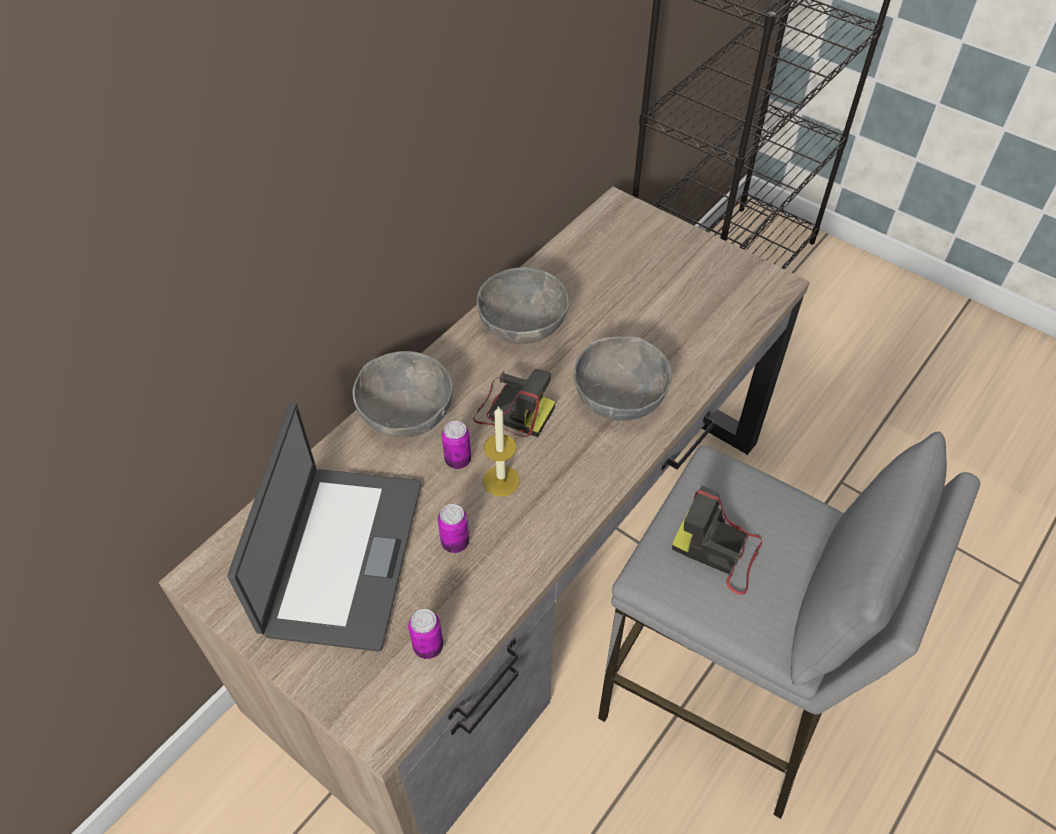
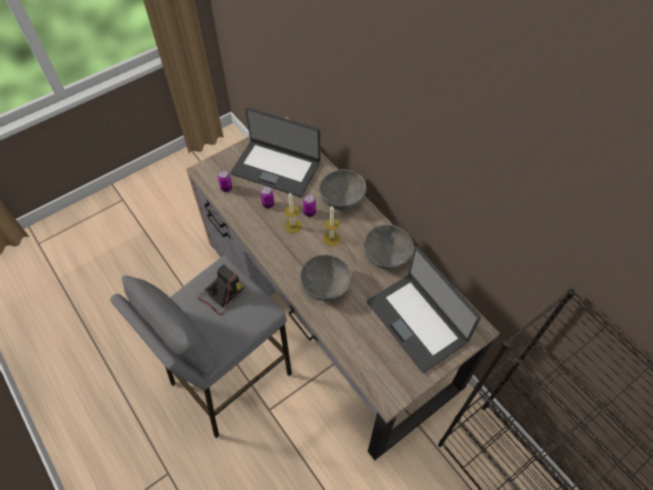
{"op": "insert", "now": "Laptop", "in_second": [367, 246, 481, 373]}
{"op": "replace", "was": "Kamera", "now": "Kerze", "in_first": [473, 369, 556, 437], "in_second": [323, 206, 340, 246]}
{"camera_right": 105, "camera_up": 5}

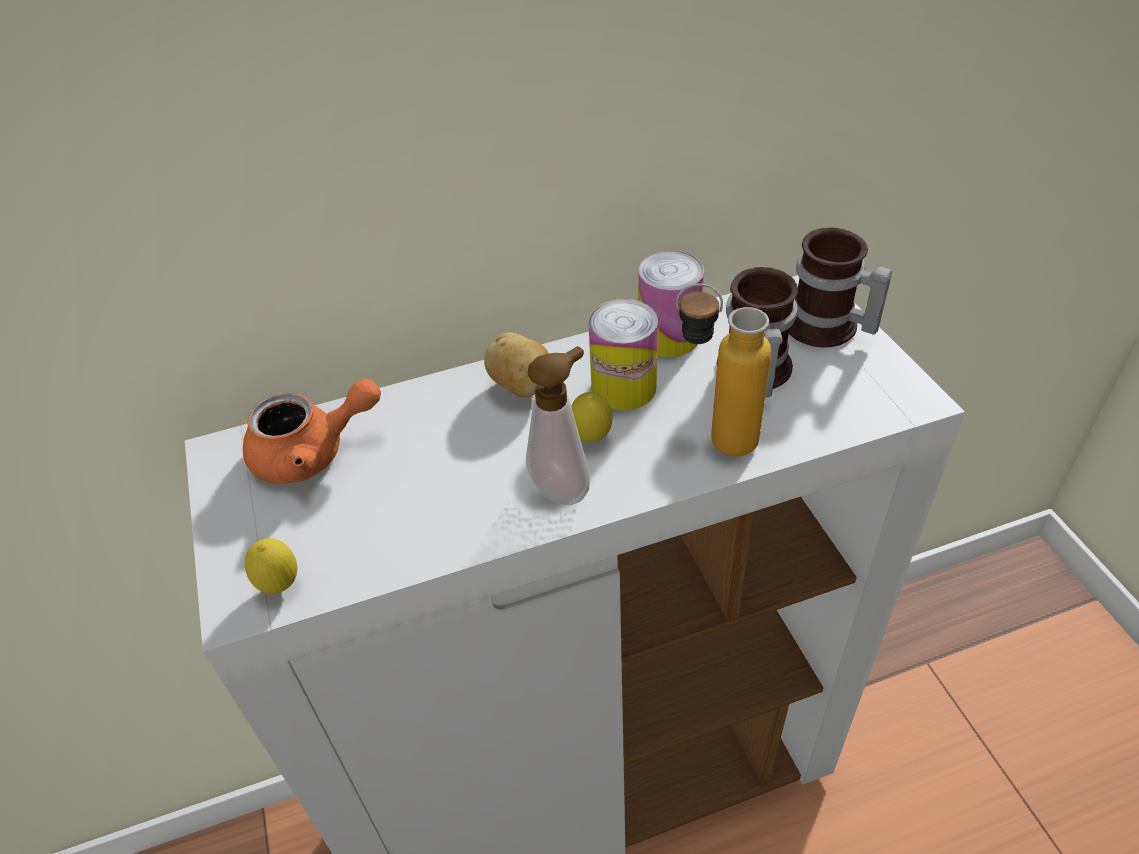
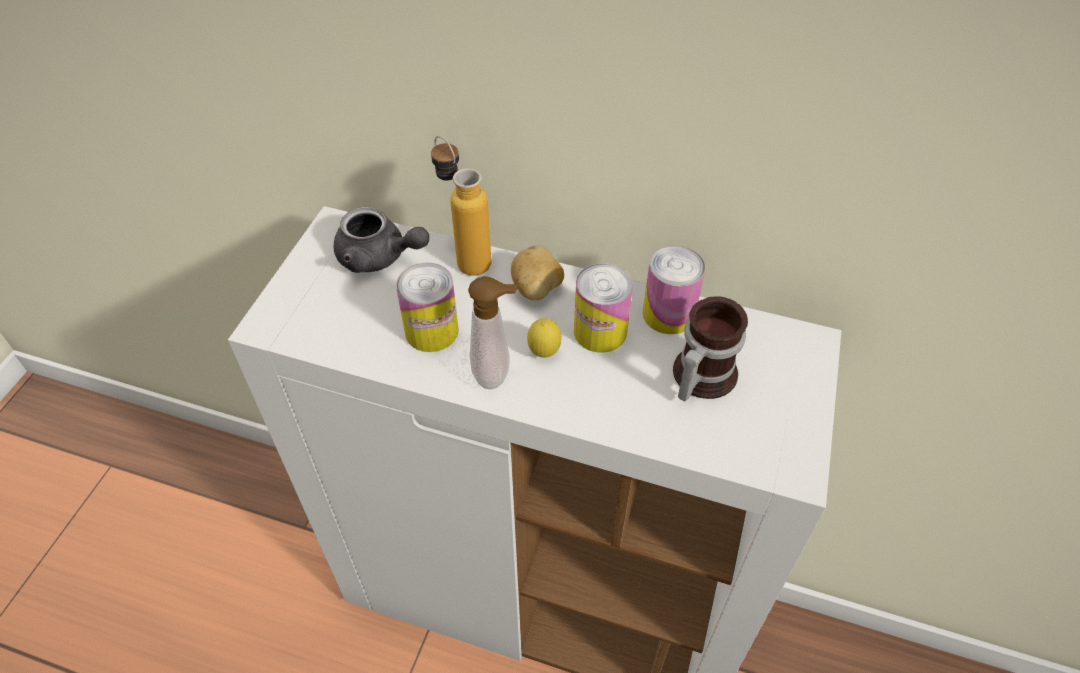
{"op": "delete", "was": "Zitrone", "in_first": [245, 538, 297, 594]}
{"op": "delete", "was": "Henkelbecher", "in_first": [789, 227, 892, 348]}
{"op": "insert", "now": "Dose", "in_second": [396, 262, 459, 352]}
{"op": "move", "was": "Flasche", "in_first": [676, 283, 771, 456], "in_second": [431, 136, 491, 276]}
{"op": "recolor", "was": "Teekanne [orange]", "now": "Teekanne [grau]", "in_first": [243, 379, 381, 484], "in_second": [334, 207, 430, 273]}
{"camera_right": 35, "camera_up": 5}

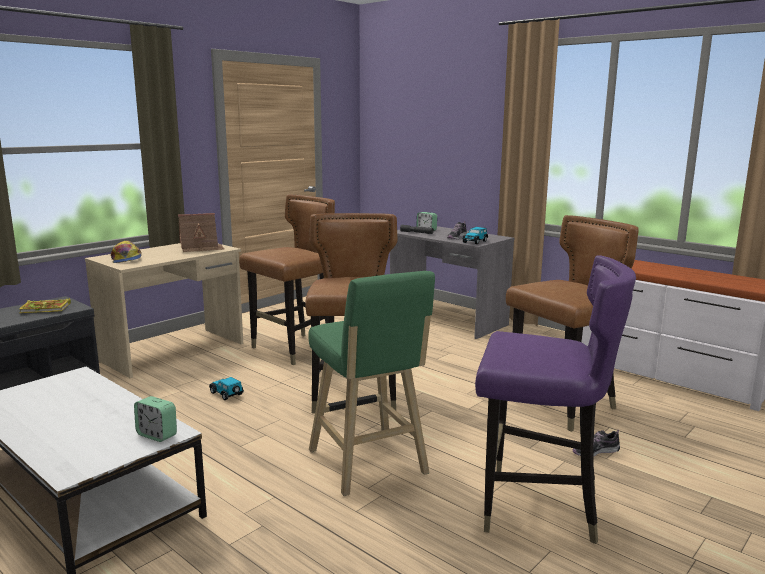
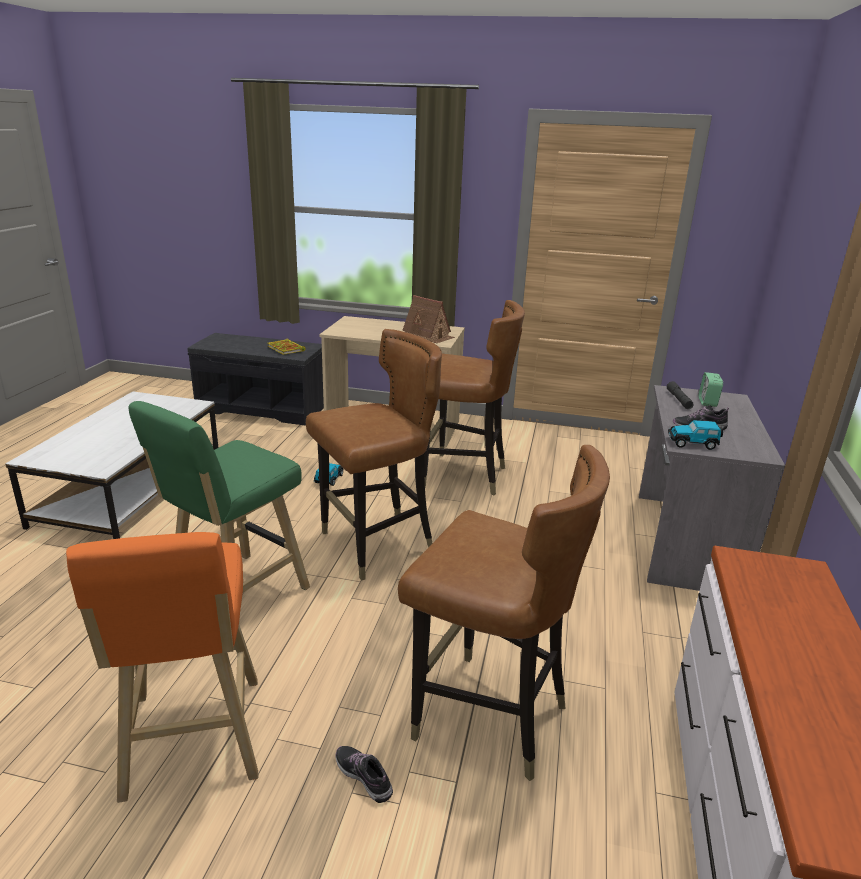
{"op": "delete", "was": "Kappe", "in_first": [111, 241, 142, 263]}
{"op": "delete", "was": "Wecker", "in_first": [134, 396, 177, 442]}
{"op": "replace", "was": "Stuhl [lila]", "now": "Hocker [orange]", "in_first": [475, 255, 636, 544], "in_second": [66, 532, 258, 803]}
{"camera_right": 60, "camera_up": 10}

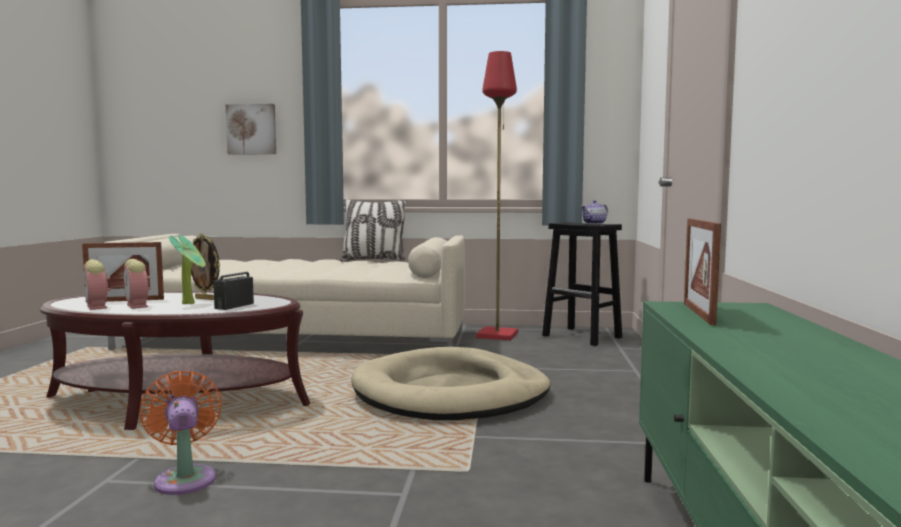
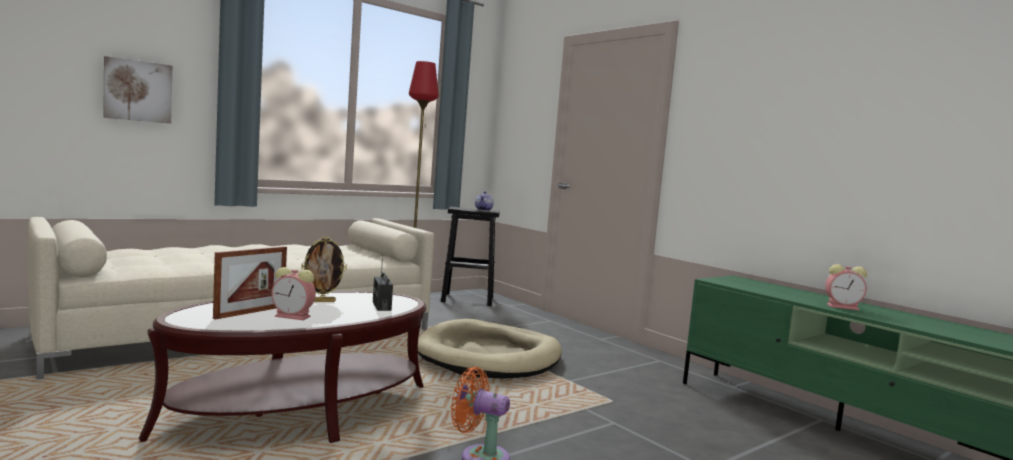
{"op": "delete", "was": "Topfpflanze", "in_first": [169, 235, 206, 304]}
{"op": "delete", "was": "Kissen", "in_first": [340, 199, 407, 261]}
{"op": "delete", "was": "Bilderrahmen", "in_first": [684, 218, 721, 325]}
{"op": "move", "was": "Wecker", "in_first": [84, 259, 111, 310], "in_second": [825, 264, 867, 310]}
{"camera_right": -45, "camera_up": 0}

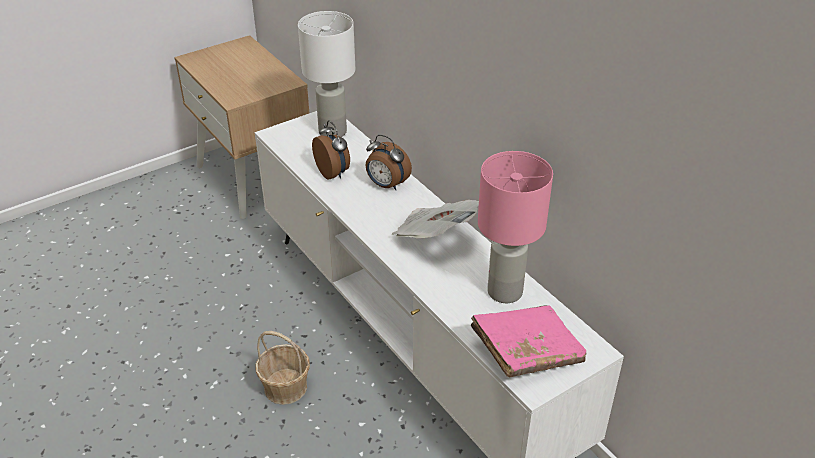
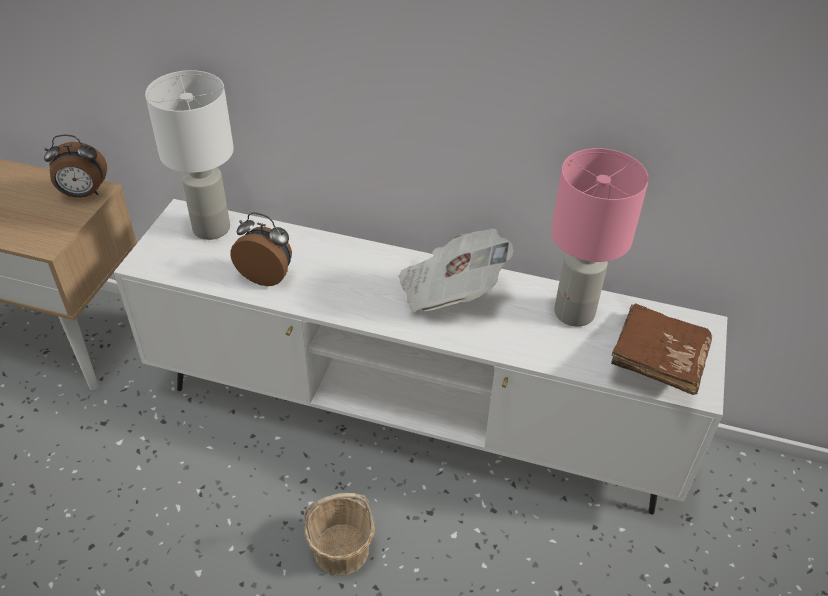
{"op": "move", "was": "Wecker", "in_first": [366, 135, 412, 190], "in_second": [44, 135, 107, 198]}
{"op": "recolor", "was": "Buch [rosa]", "now": "Buch [braun]", "in_first": [471, 305, 586, 377], "in_second": [611, 303, 712, 395]}
{"camera_right": -40, "camera_up": 5}

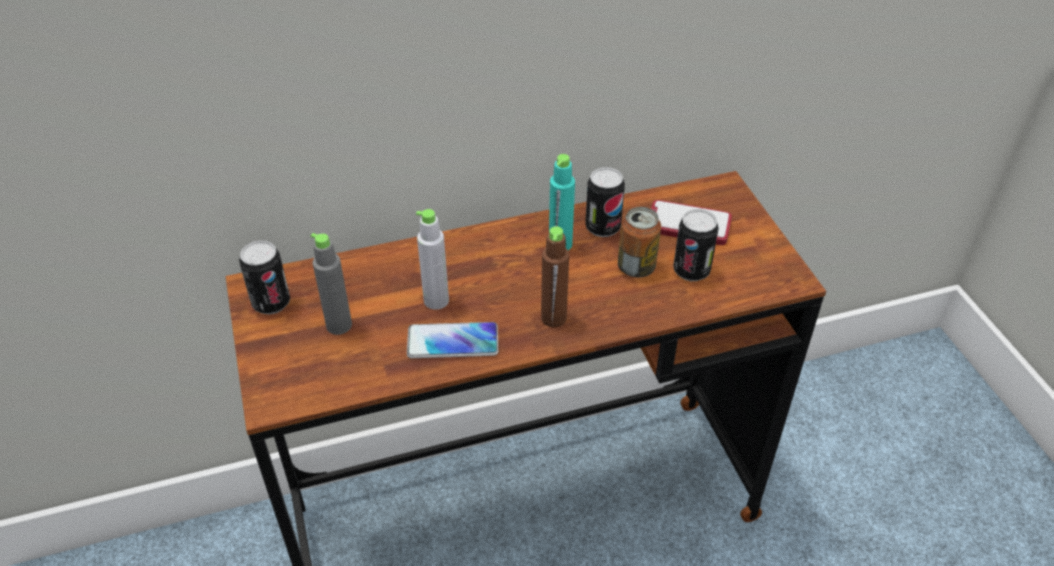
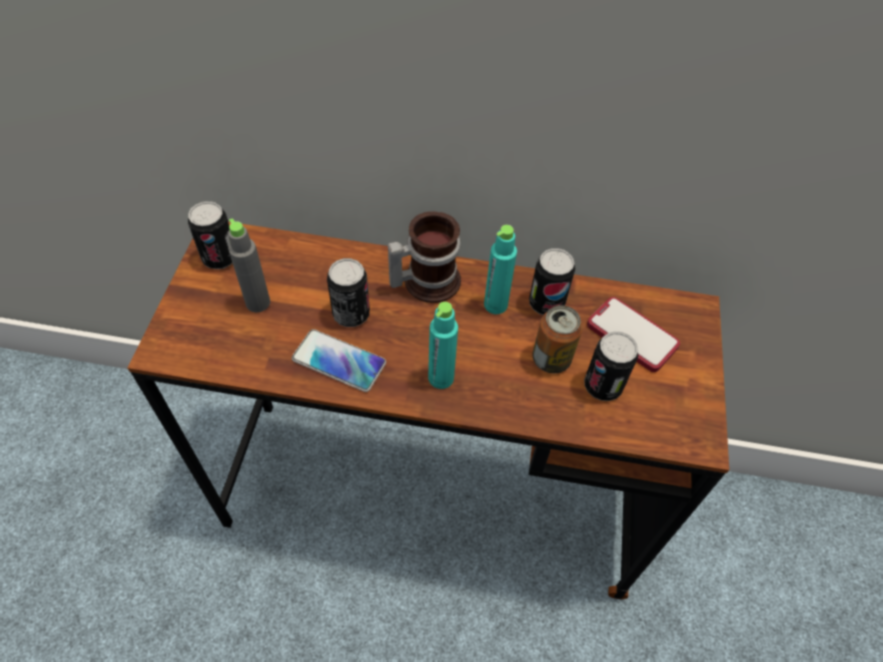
{"op": "insert", "now": "Henkelbecher", "in_second": [388, 212, 461, 303]}
{"op": "replace", "was": "Flasche [grau]", "now": "Dose", "in_first": [416, 209, 449, 310], "in_second": [327, 258, 370, 327]}
{"op": "recolor", "was": "Flasche [braun]", "now": "Flasche [türkis]", "in_first": [541, 226, 569, 327], "in_second": [428, 302, 458, 389]}
{"camera_right": 25, "camera_up": 10}

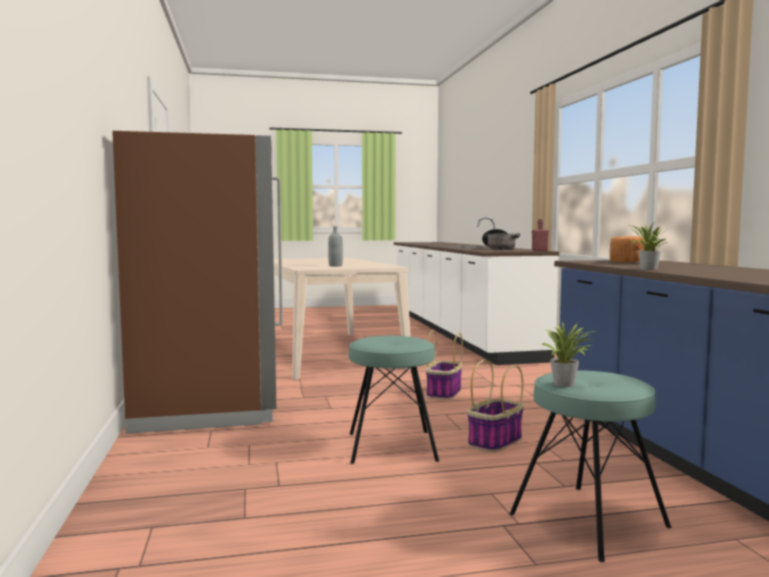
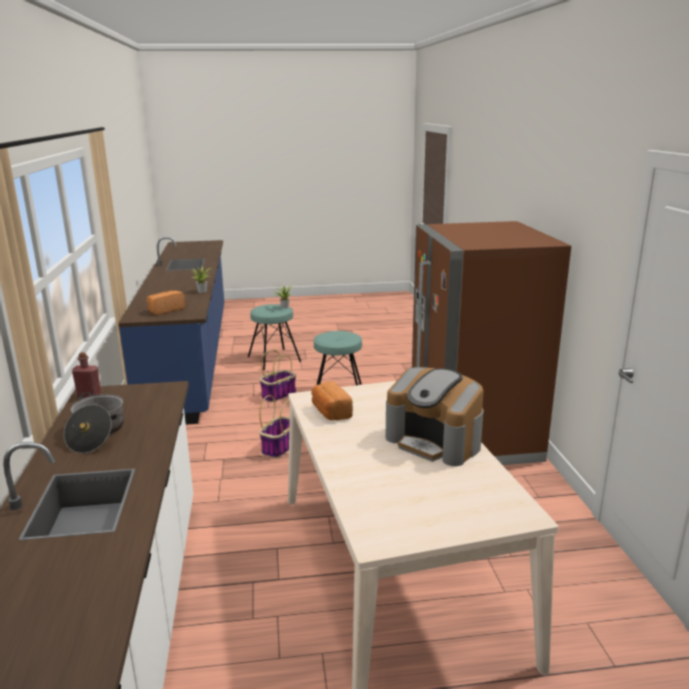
{"op": "delete", "was": "Flasche [grau]", "in_first": [328, 226, 343, 266]}
{"op": "insert", "now": "Brot", "in_second": [311, 381, 353, 420]}
{"op": "insert", "now": "Kaffeemaschine", "in_second": [385, 367, 484, 466]}
{"camera_right": -175, "camera_up": 15}

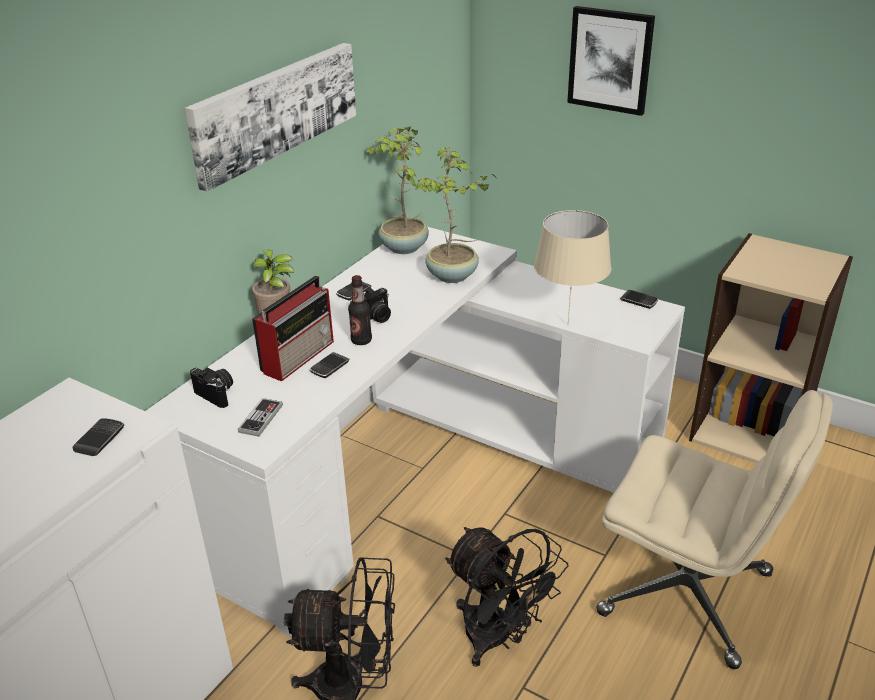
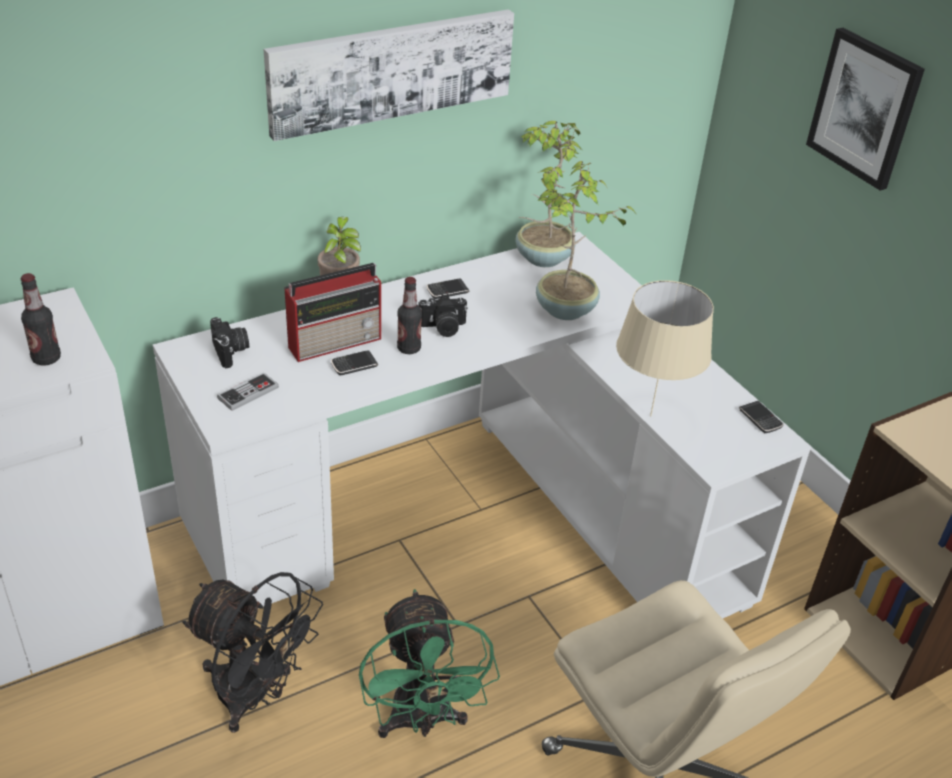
{"op": "replace", "was": "Handy", "now": "Flasche", "in_first": [72, 418, 124, 456], "in_second": [21, 273, 61, 365]}
{"op": "recolor", "was": "Ventilator [schwarz]", "now": "Ventilator [grün]", "in_first": [445, 527, 568, 667], "in_second": [359, 589, 500, 738]}
{"camera_right": 25, "camera_up": 5}

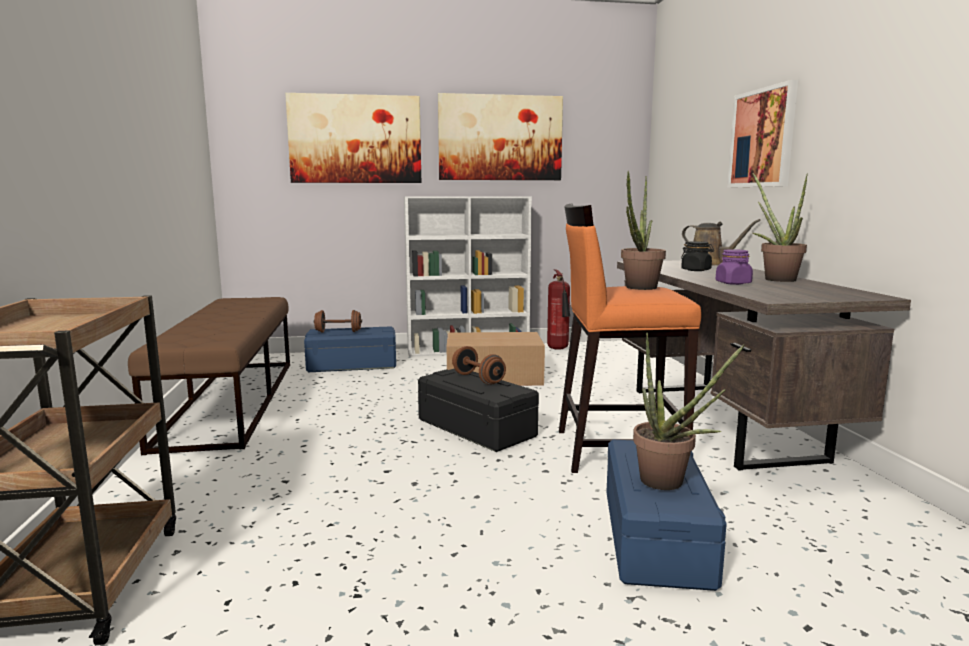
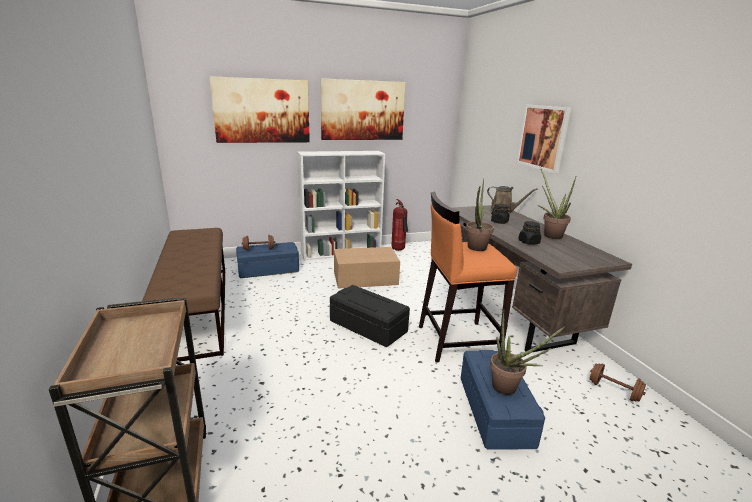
{"op": "move", "was": "Hantel [braun]", "in_first": [452, 346, 506, 385], "in_second": [590, 363, 646, 401]}
{"op": "recolor", "was": "Vorratsglas [lila]", "now": "Vorratsglas [schwarz]", "in_first": [716, 249, 753, 285], "in_second": [518, 221, 541, 245]}
{"camera_right": -10, "camera_up": 10}

